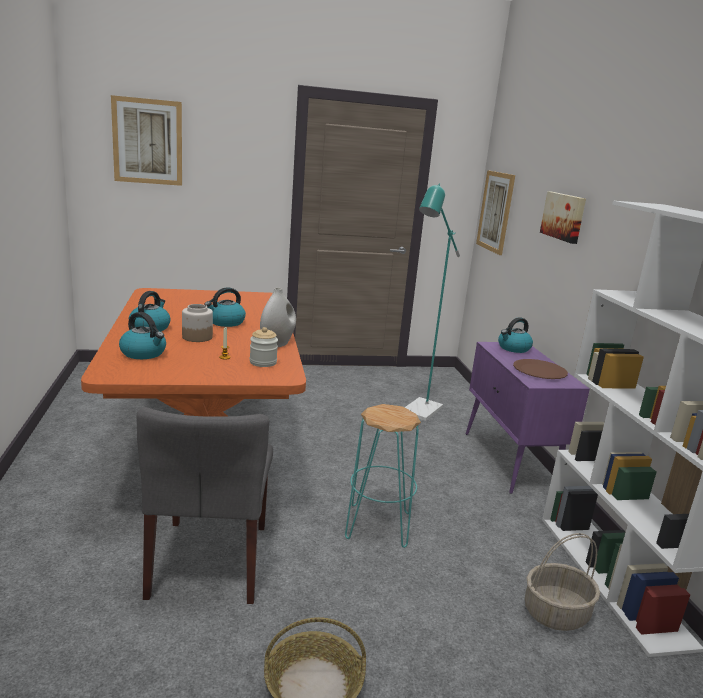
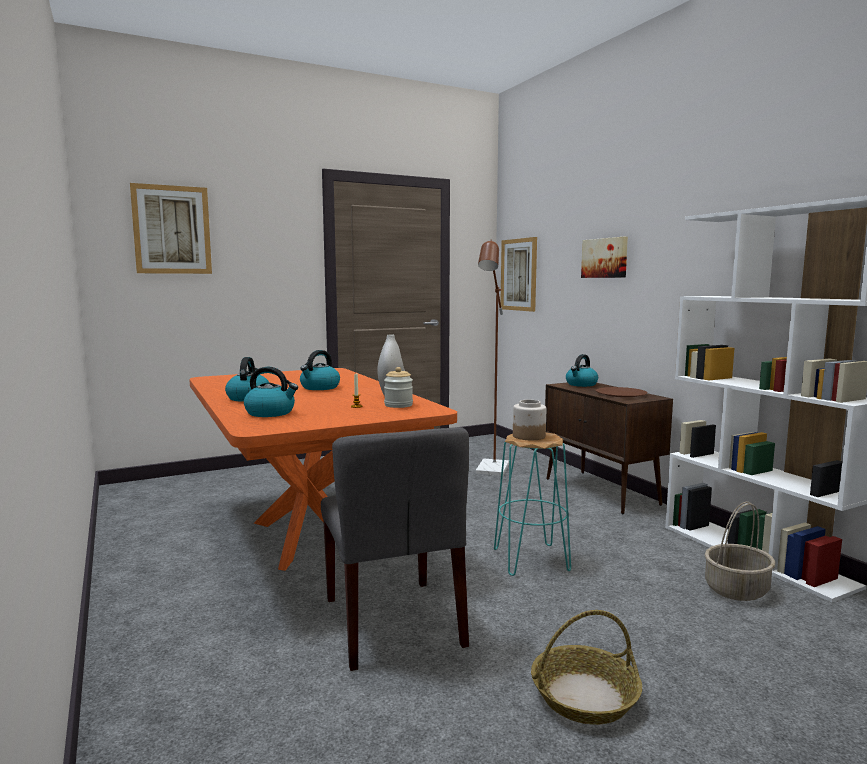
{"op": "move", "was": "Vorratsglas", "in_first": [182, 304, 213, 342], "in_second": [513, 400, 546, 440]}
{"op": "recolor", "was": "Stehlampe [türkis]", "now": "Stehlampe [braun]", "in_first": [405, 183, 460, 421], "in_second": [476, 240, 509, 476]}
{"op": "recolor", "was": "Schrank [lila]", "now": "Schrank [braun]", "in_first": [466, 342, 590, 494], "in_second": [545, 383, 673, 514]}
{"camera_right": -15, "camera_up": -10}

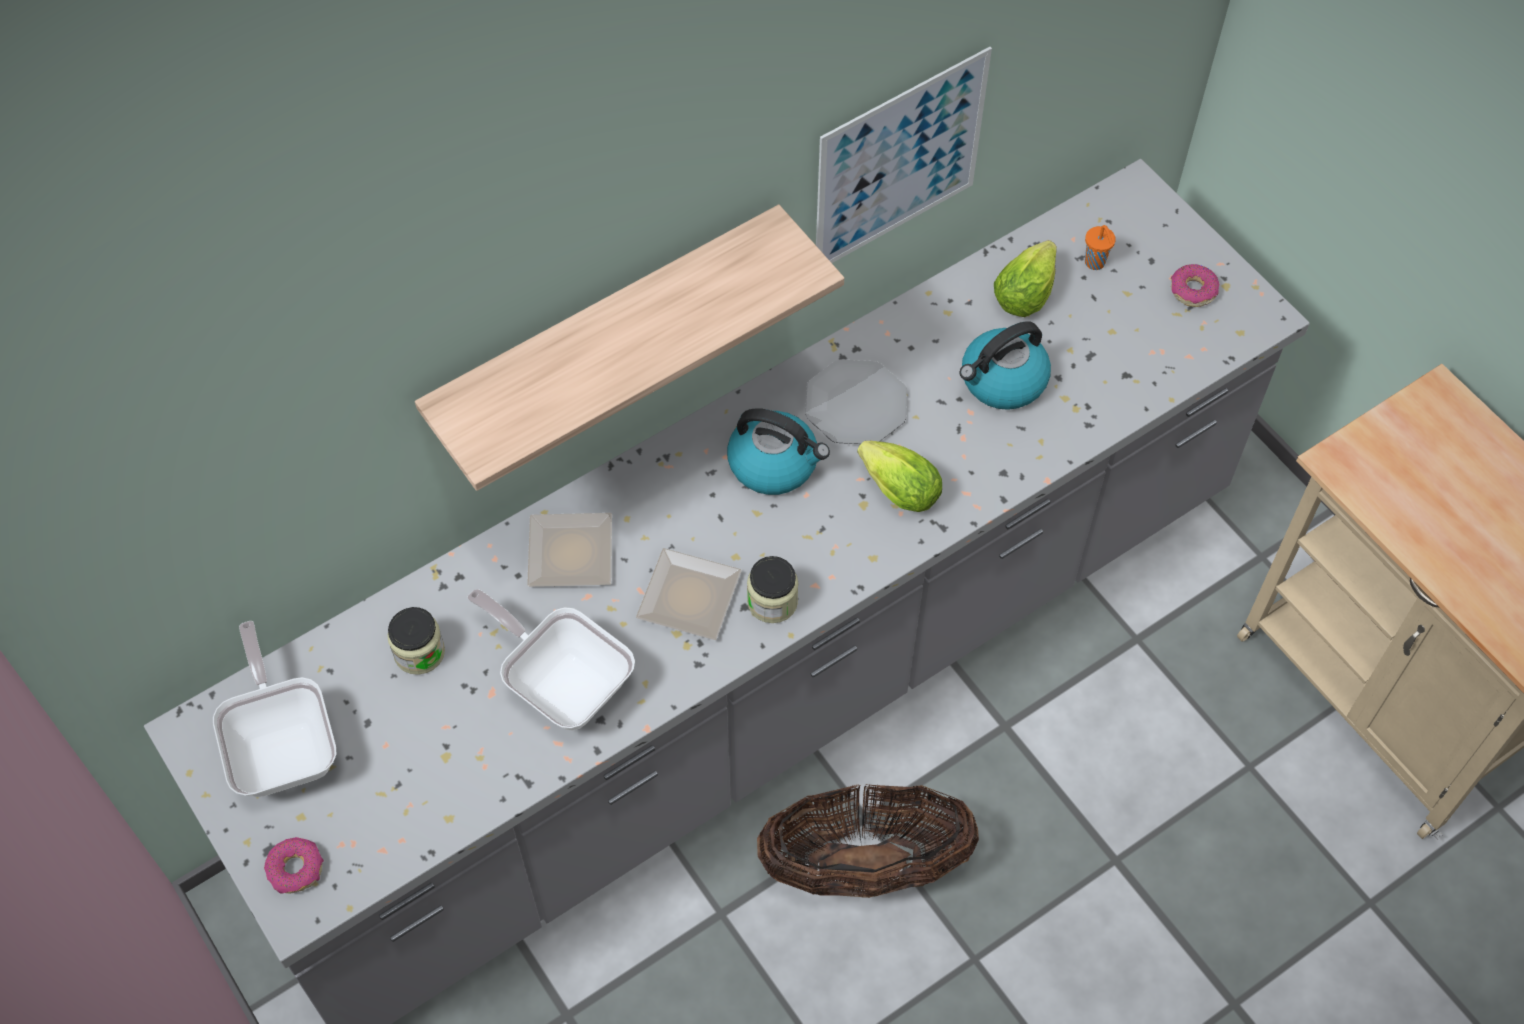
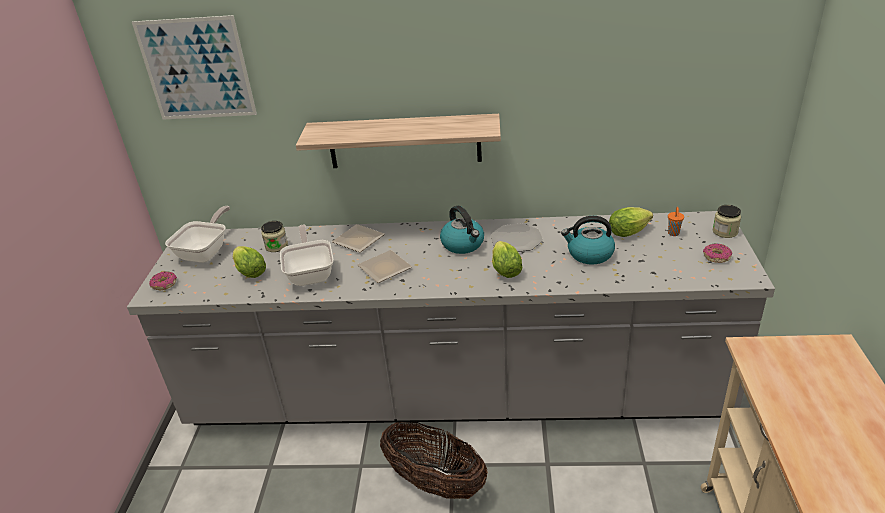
{"op": "insert", "now": "Salatkopf", "in_second": [233, 246, 266, 278]}
{"op": "move", "was": "Vorratsglas", "in_first": [747, 556, 798, 623], "in_second": [713, 205, 741, 238]}
{"op": "move", "was": "Bild", "in_first": [816, 47, 992, 263], "in_second": [132, 15, 257, 120]}
{"camera_right": 40, "camera_up": -25}

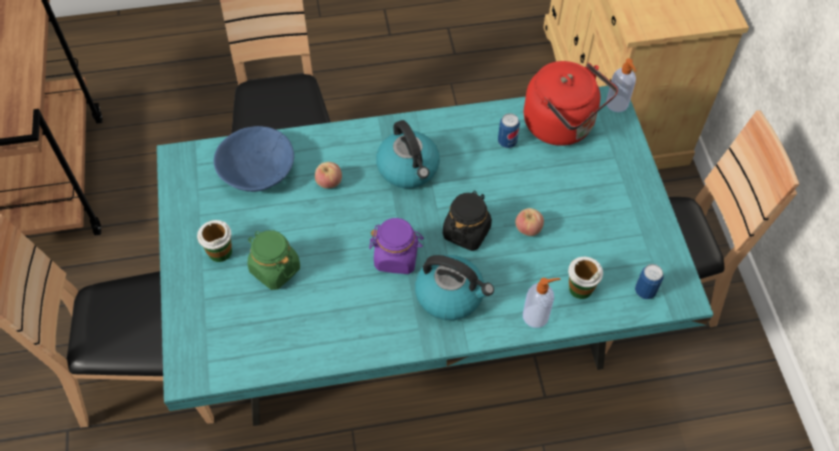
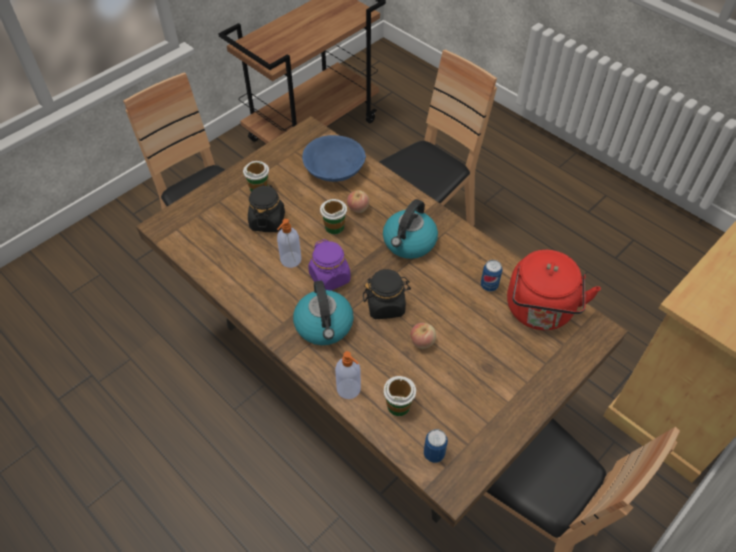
{"op": "insert", "now": "Tasse", "in_second": [320, 199, 347, 234]}
{"op": "move", "was": "Seifenspender", "in_first": [606, 58, 636, 112], "in_second": [277, 219, 301, 268]}
{"op": "recolor", "was": "Esstisch [türkis]", "now": "Esstisch [braun]", "in_first": [157, 86, 714, 426], "in_second": [136, 116, 628, 528]}
{"op": "recolor", "was": "Vorratsglas [grün]", "now": "Vorratsglas [schwarz]", "in_first": [247, 230, 300, 290], "in_second": [248, 184, 285, 232]}
{"camera_right": 55, "camera_up": -5}

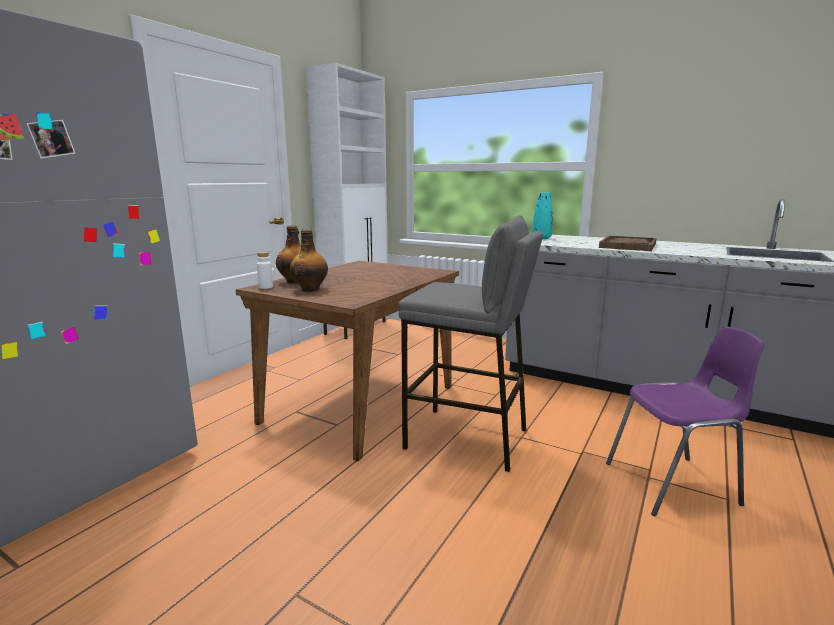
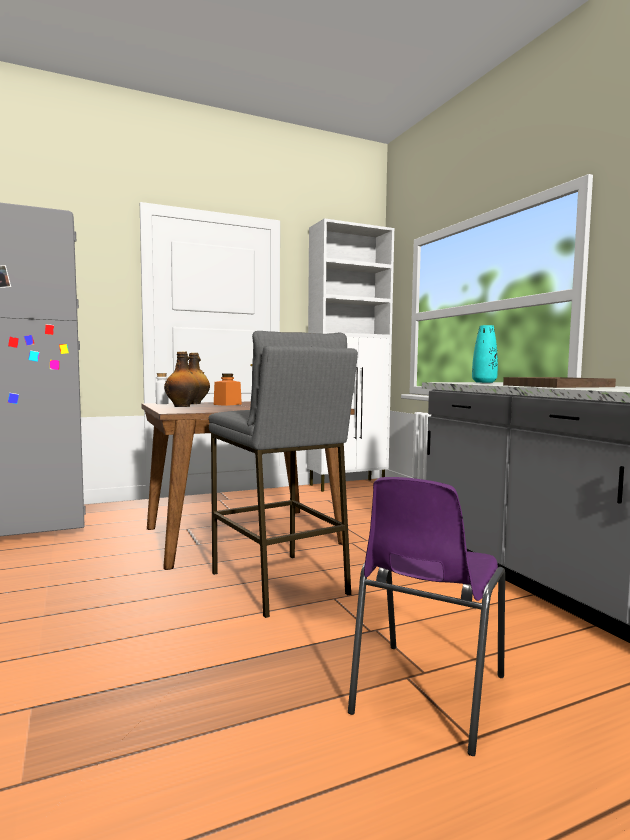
{"op": "insert", "now": "Vorratsglas [orange]", "in_second": [214, 374, 242, 406]}
{"op": "rotate", "was": "Stuhl [lila]", "in_first": [606, 326, 765, 517], "in_second": [348, 477, 505, 756], "clockwise": 90}
{"camera_right": 35, "camera_up": -10}

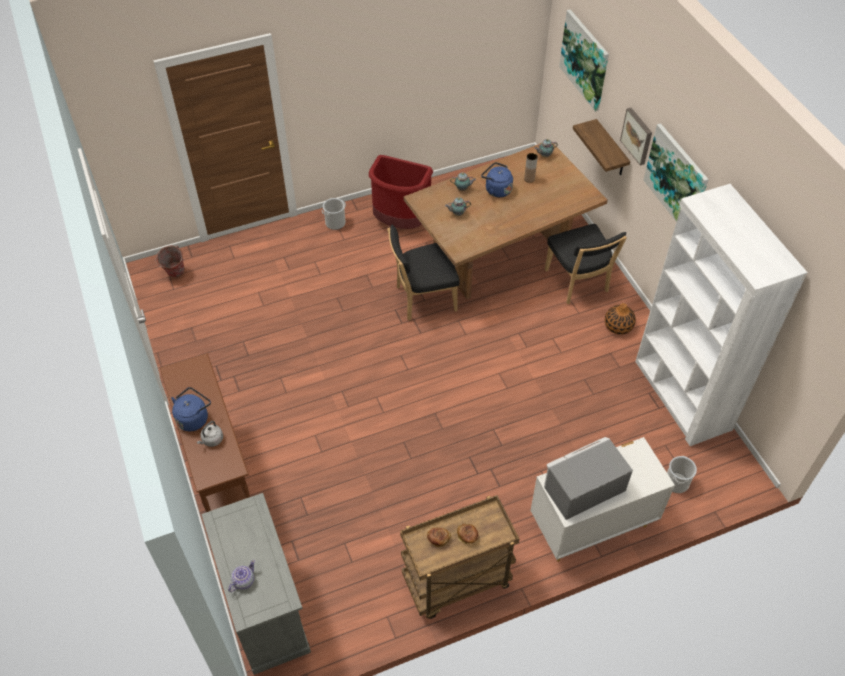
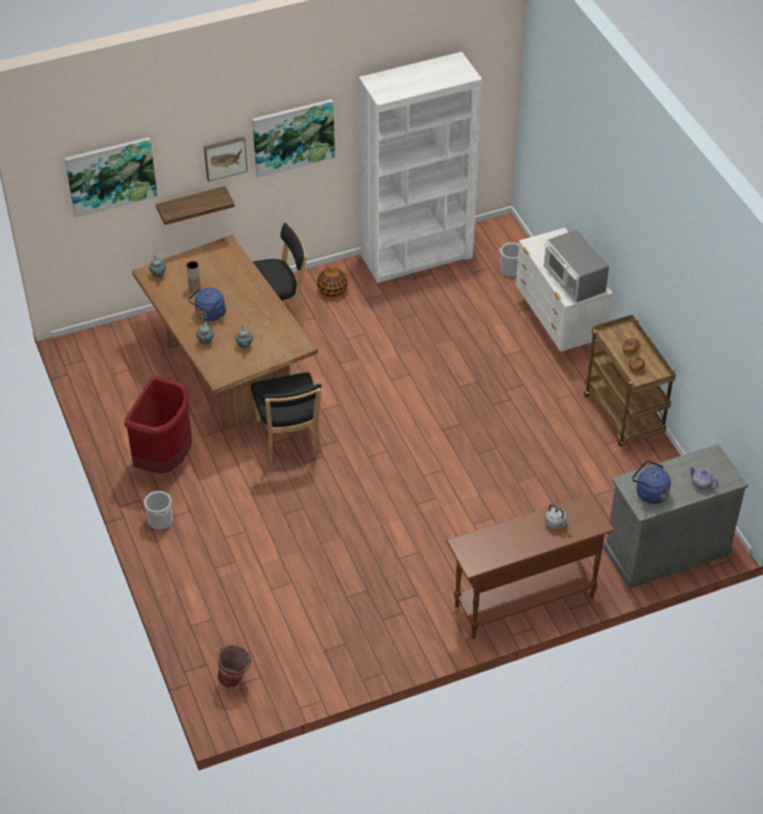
{"op": "move", "was": "Wasserkessel [blau]", "in_first": [171, 387, 211, 431], "in_second": [632, 460, 671, 504]}
{"camera_right": -90, "camera_up": -5}

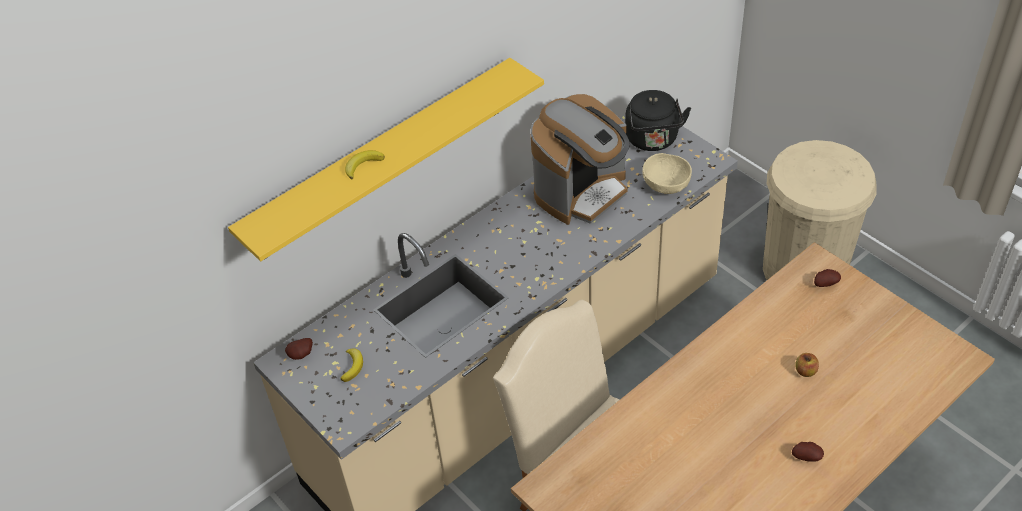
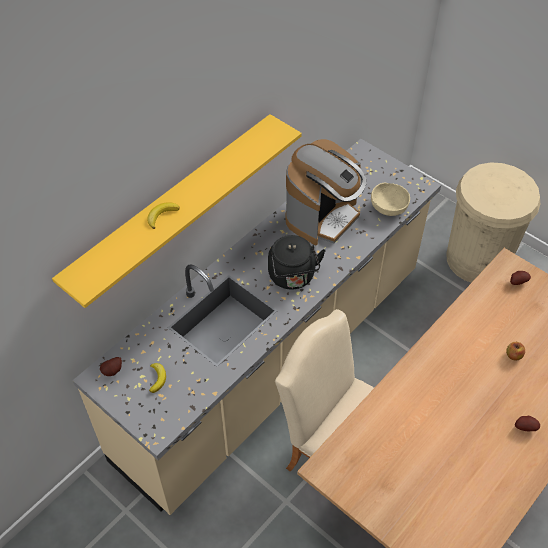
{"op": "move", "was": "Wasserkessel [schwarz]", "in_first": [625, 90, 691, 151], "in_second": [268, 235, 326, 289]}
{"camera_right": -10, "camera_up": 5}

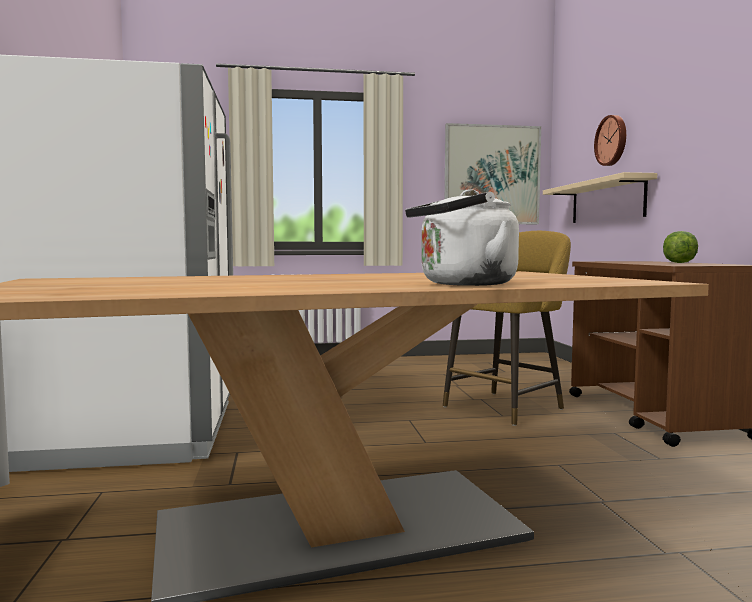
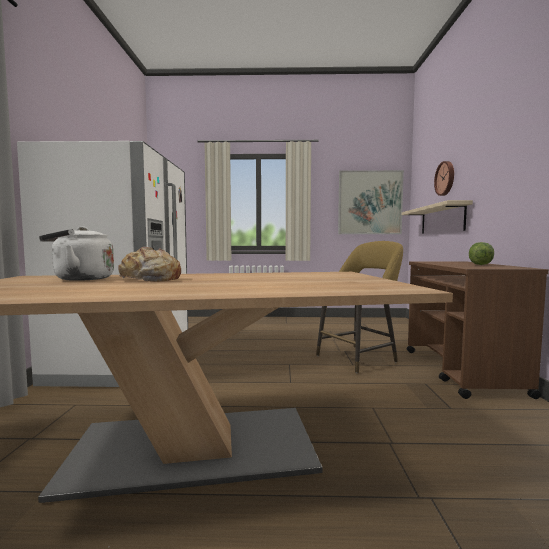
{"op": "insert", "now": "Brot", "in_second": [118, 247, 181, 282]}
{"op": "move", "was": "Wasserkessel [weiß]", "in_first": [405, 189, 519, 286], "in_second": [39, 227, 114, 281]}
{"camera_right": 10, "camera_up": 0}

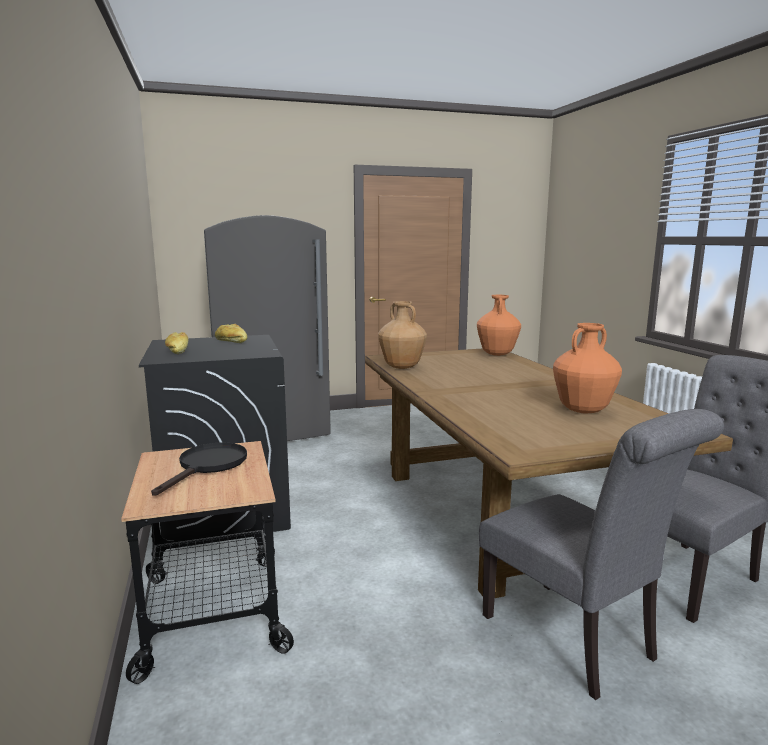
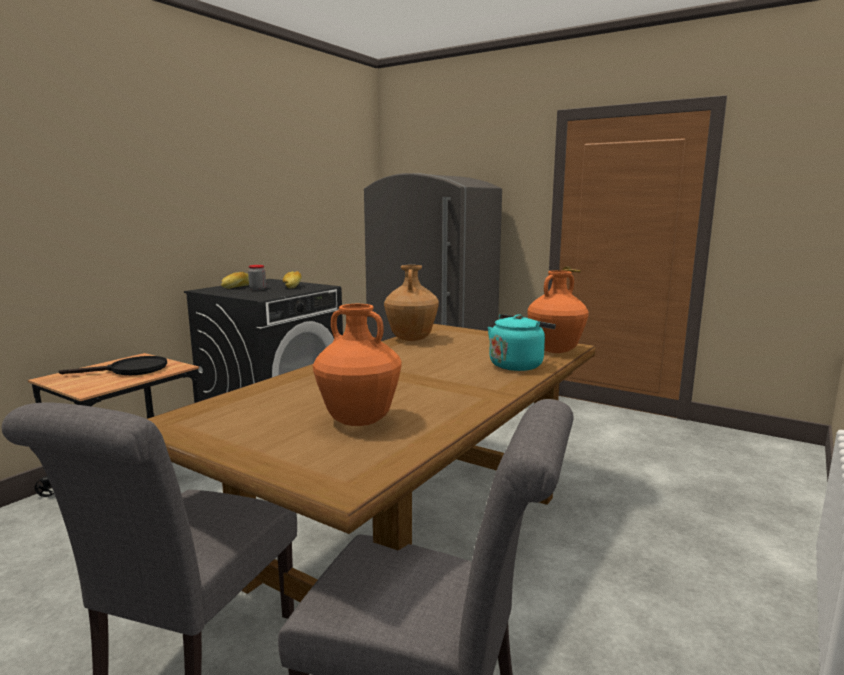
{"op": "insert", "now": "Vorratsglas", "in_second": [248, 265, 266, 290]}
{"op": "insert", "now": "Wasserkessel [türkis]", "in_second": [488, 314, 556, 371]}
{"camera_right": 50, "camera_up": 0}

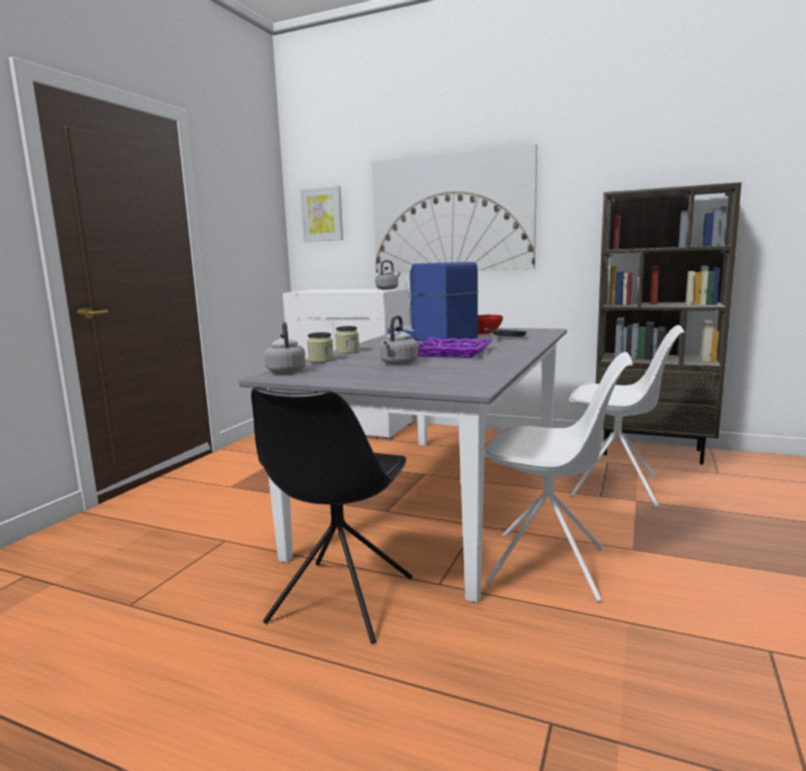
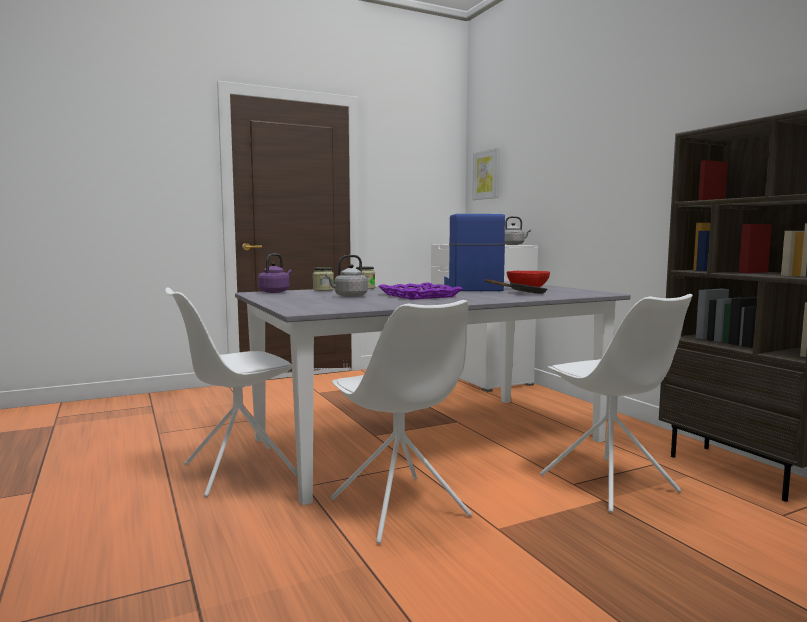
{"op": "delete", "was": "Bild", "in_first": [372, 144, 537, 273]}
{"op": "recolor", "was": "Stuhl [schwarz]", "now": "Stuhl [weiß]", "in_first": [251, 387, 412, 644], "in_second": [165, 288, 297, 497]}
{"op": "recolor", "was": "Wasserkessel [grau]", "now": "Wasserkessel [lila]", "in_first": [264, 322, 306, 373], "in_second": [258, 254, 292, 293]}
{"camera_right": 40, "camera_up": -5}

